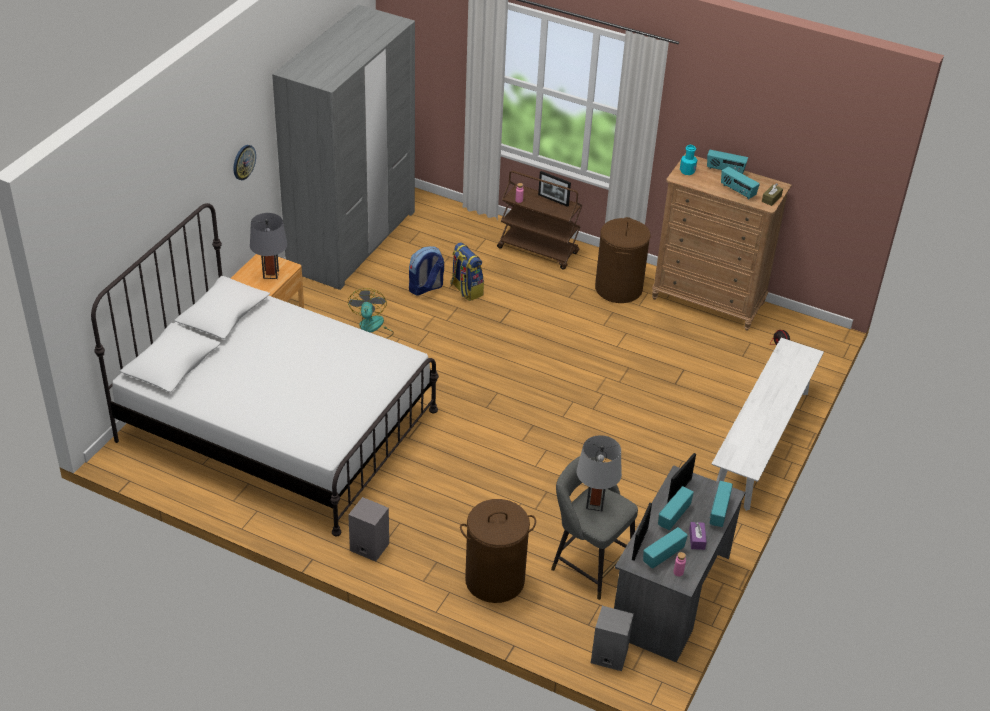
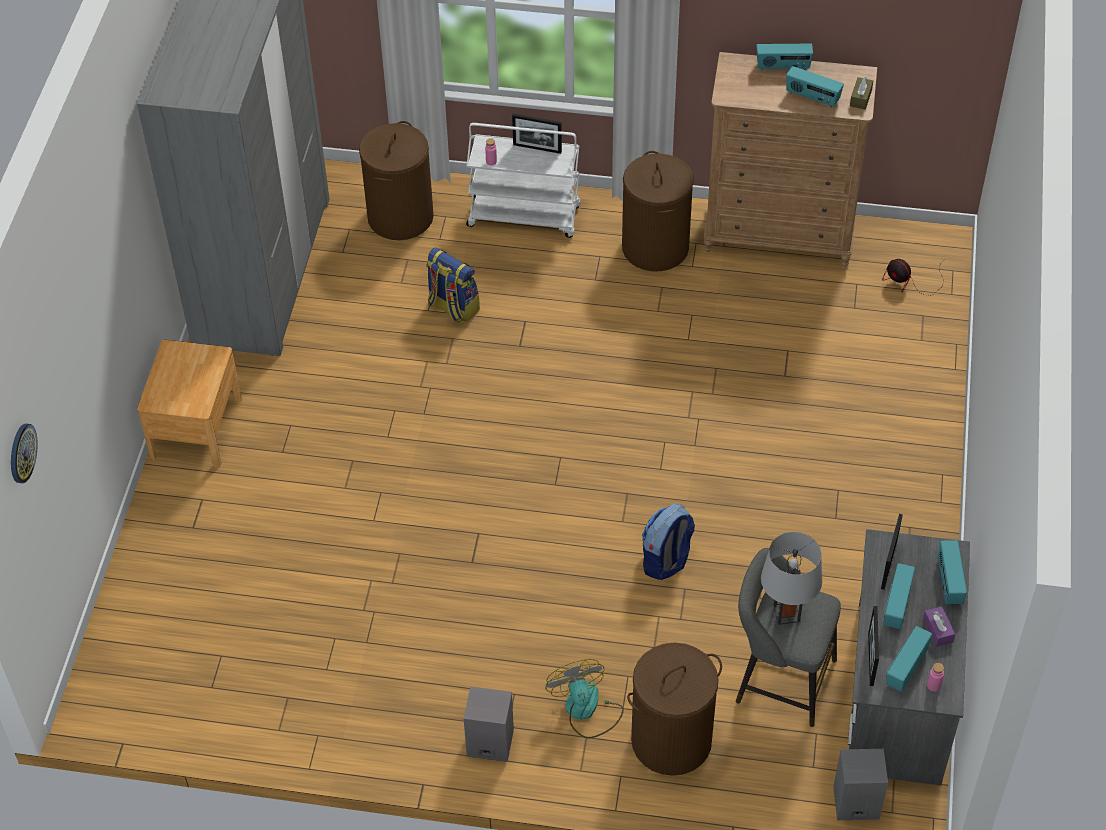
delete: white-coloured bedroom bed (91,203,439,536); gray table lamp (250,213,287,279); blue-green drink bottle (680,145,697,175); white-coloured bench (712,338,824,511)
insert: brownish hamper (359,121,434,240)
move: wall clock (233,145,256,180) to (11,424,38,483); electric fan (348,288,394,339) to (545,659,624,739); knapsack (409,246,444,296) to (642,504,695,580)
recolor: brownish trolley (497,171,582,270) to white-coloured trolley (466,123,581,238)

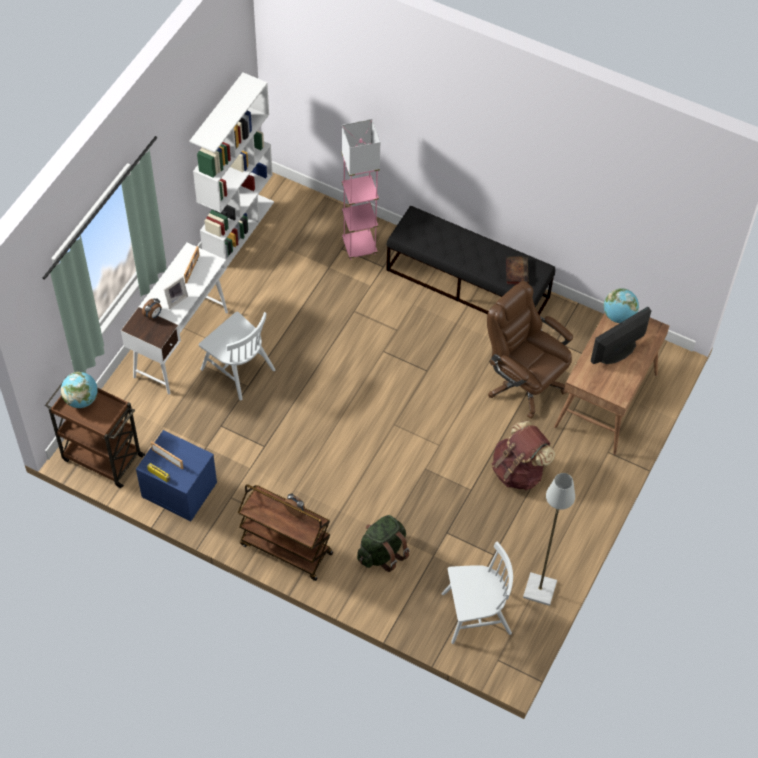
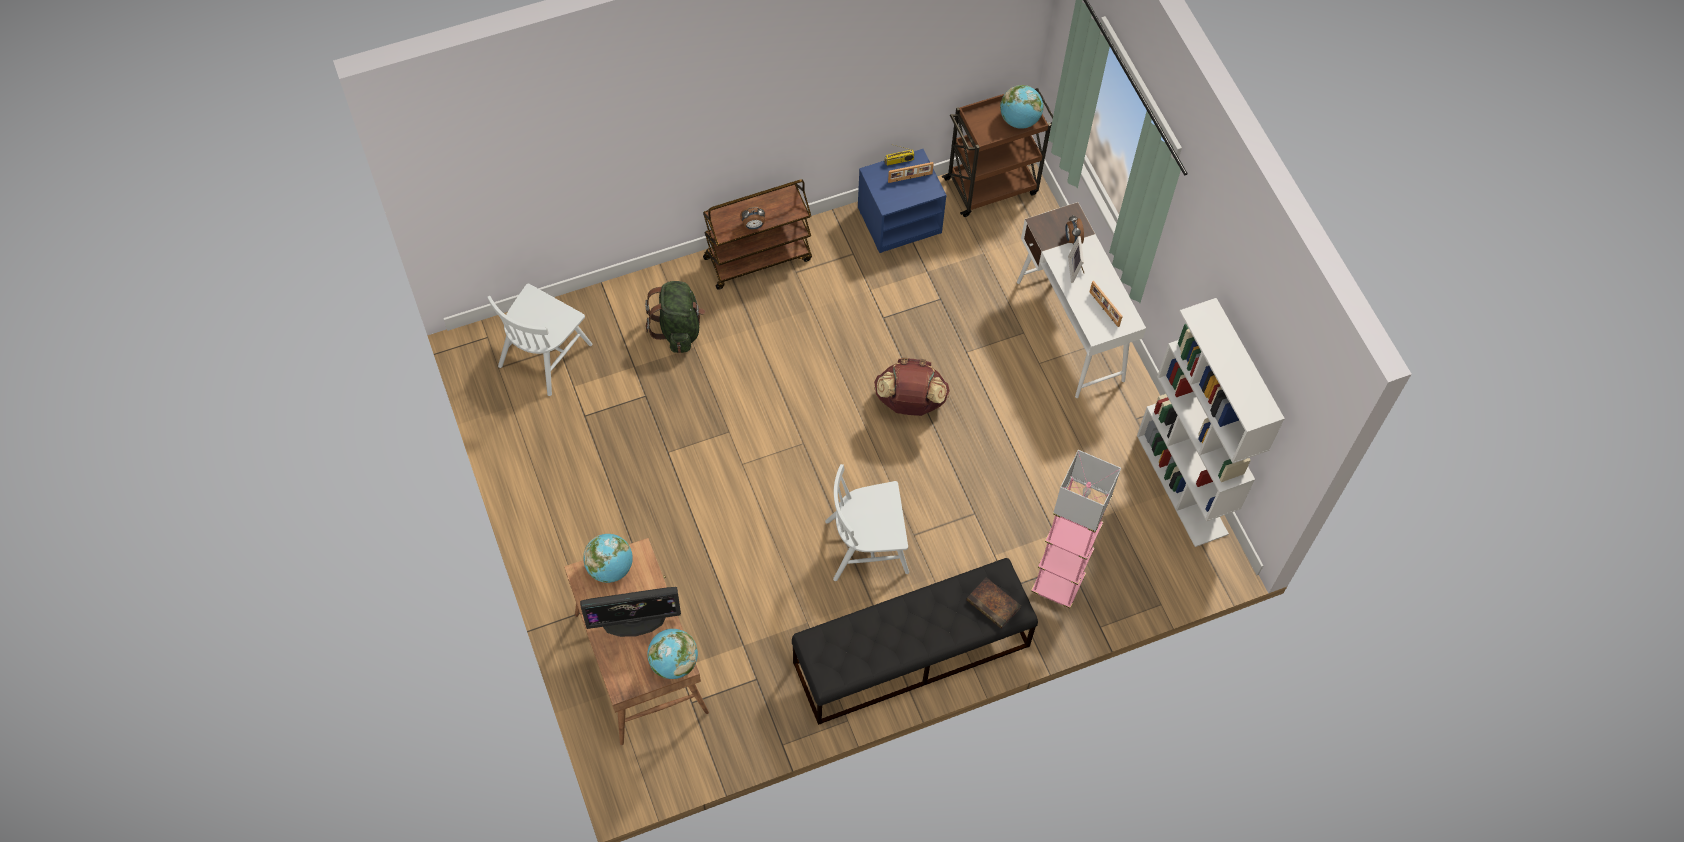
delete: brownish computer chair (487,281,573,419); gray standard lamp (523,473,575,606)
insert: desk globe (583,534,633,583)
move: white-coloured plain chair (199,311,275,401) to (825,464,909,581); brownish knapsack (492,421,555,490) to (874,358,950,416); volume (506,256,529,284) to (966,577,1021,629)
rotate: computer display (591,307,651,364) = (580,587,681,637) 75 degrees clockwise

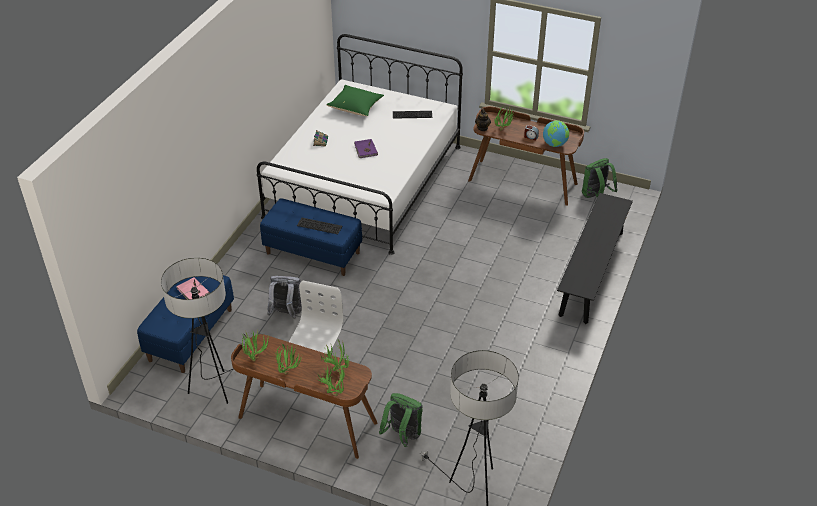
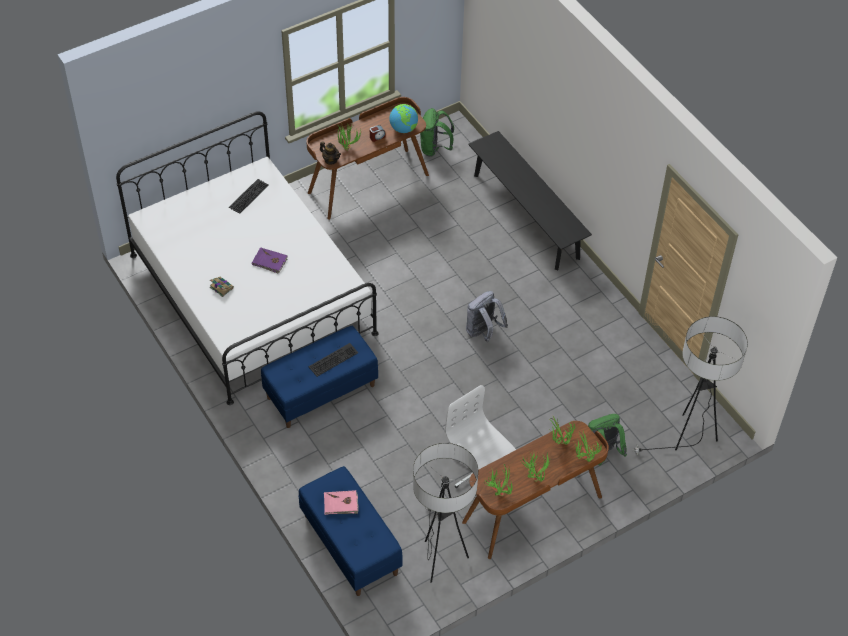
delete: green pillow (326,85,384,116)
move: gray knapsack (267,276,302,319) to (466,291,508,342)

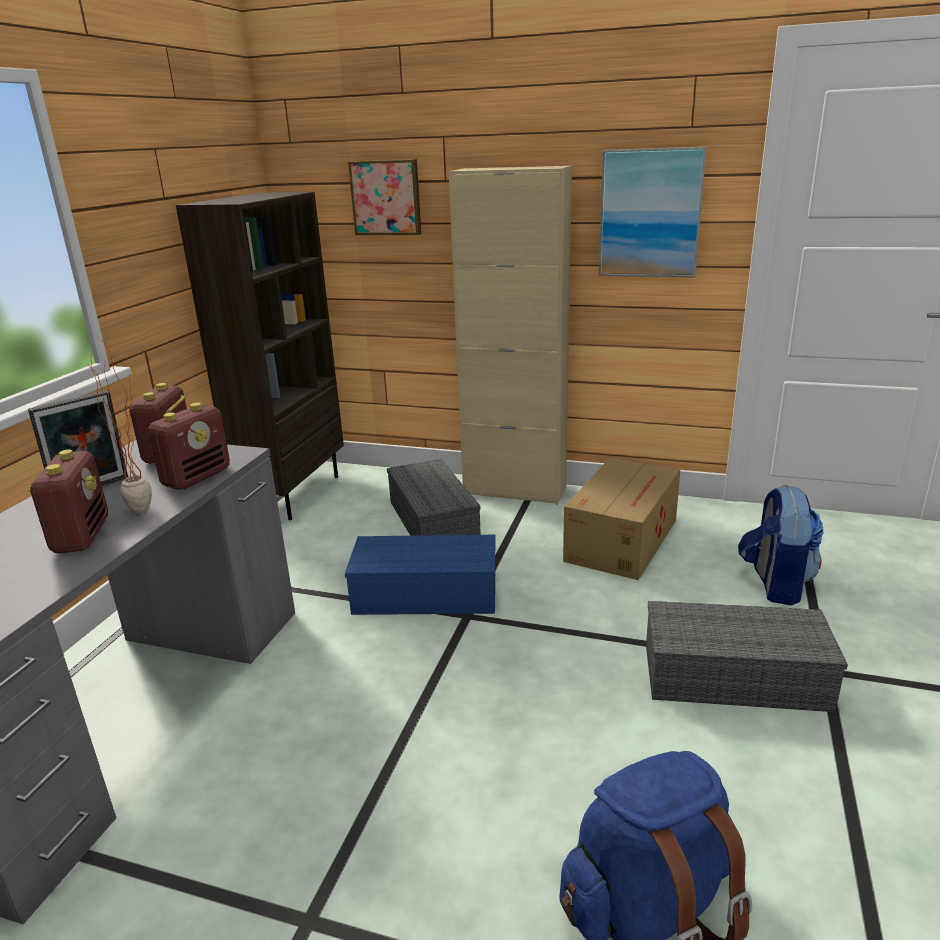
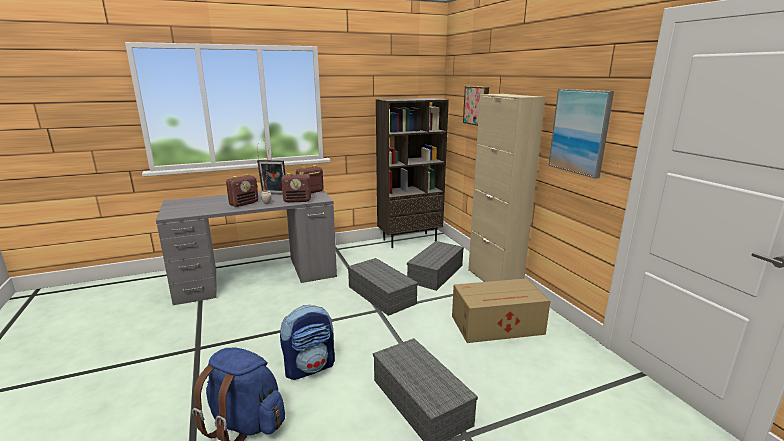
move: knapsack (738,484,823,605) to (280,305,335,380)
recolor: bluish storage bin (345,535,496,615) to gray storage bin (348,258,418,316)

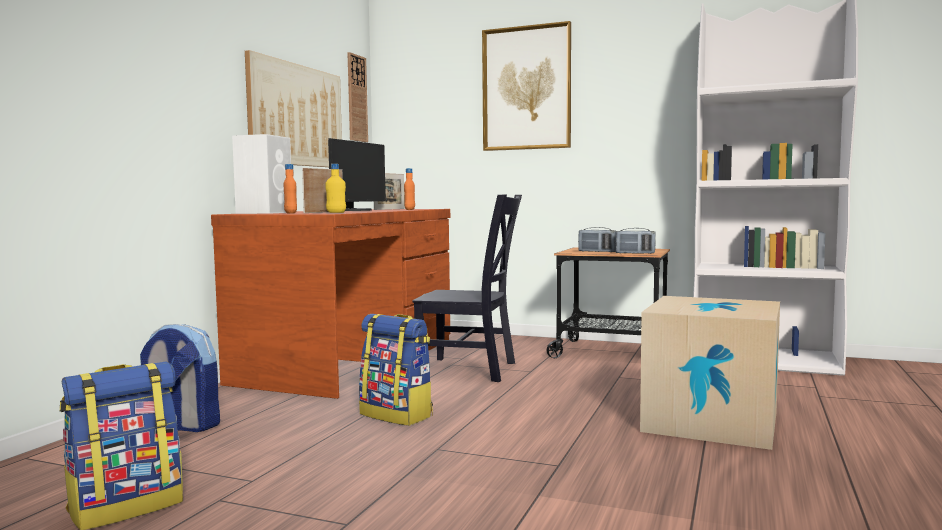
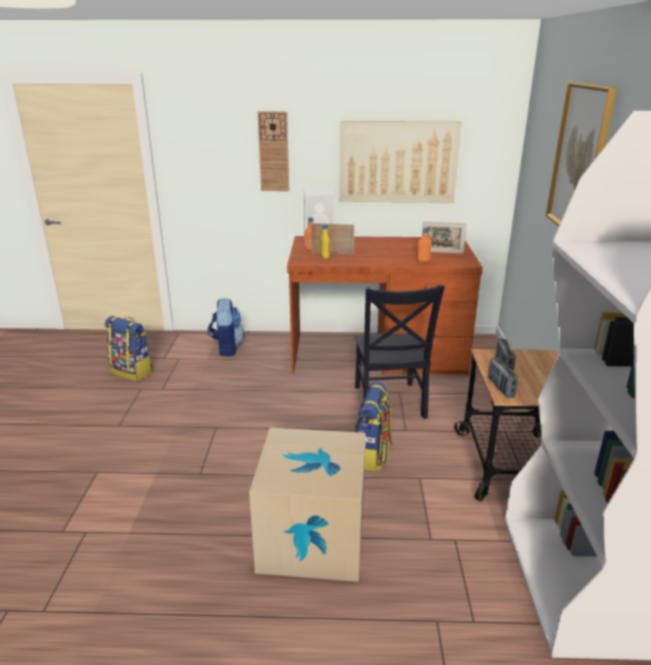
delete: computer display (328,138,386,211)
move: wall clock (347,52,368,142) to (258,111,289,191); knapsack (359,314,433,426) to (354,382,392,472)

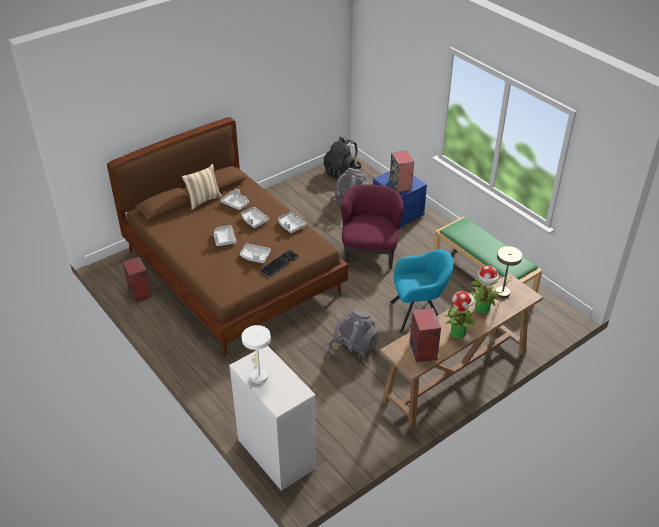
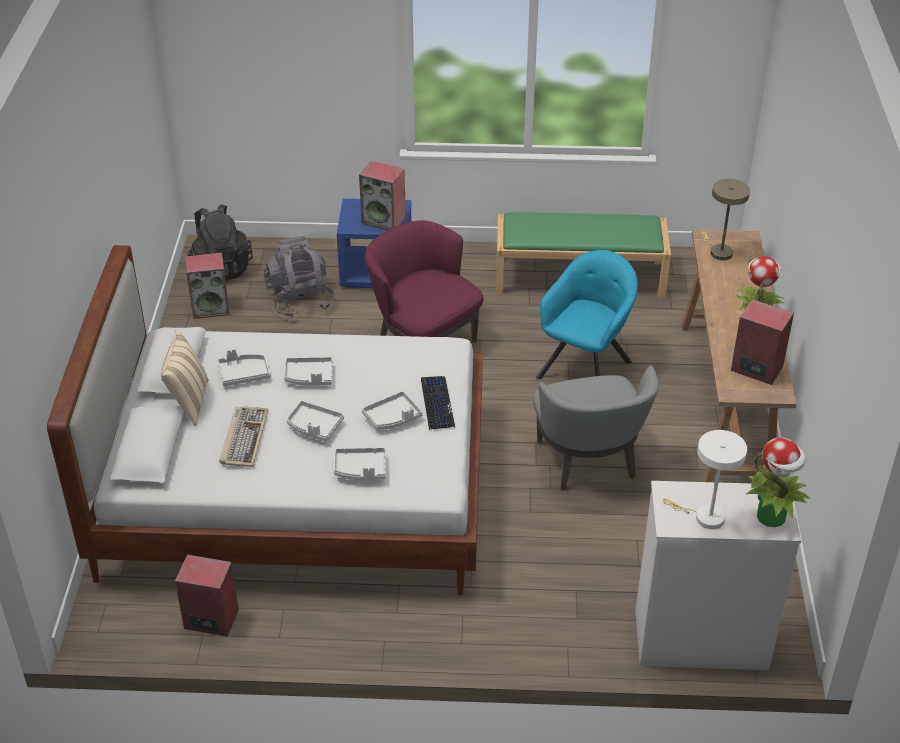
insert: audio speaker (185,253,230,319); PC keyboard (219,406,268,467)
move: gray tray (278,212,306,233) to (334,447,386,480); plant in a pot (470,265,501,313) to (746,437,811,527)
replace: gray knapsack (328,309,378,367) to gray lounge chair (533,365,659,490)
recolor: brownish bedroom bed (107,117,348,356) to white-coloured bedroom bed (47,245,483,595)

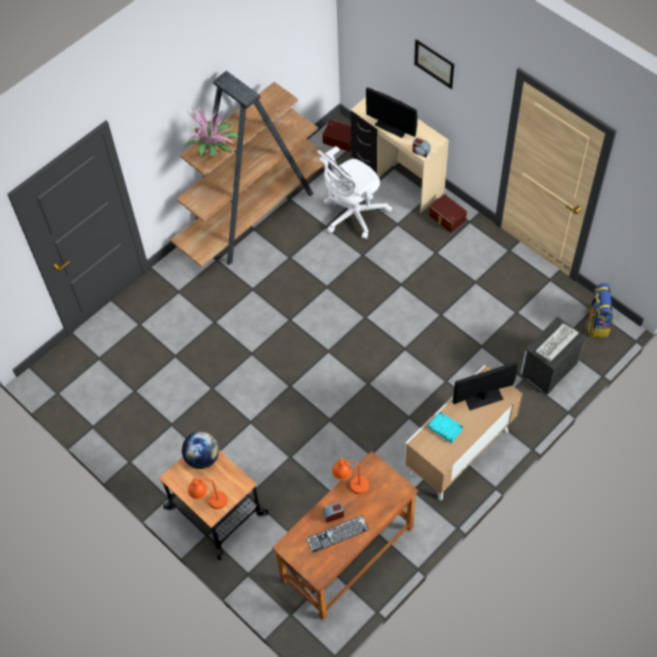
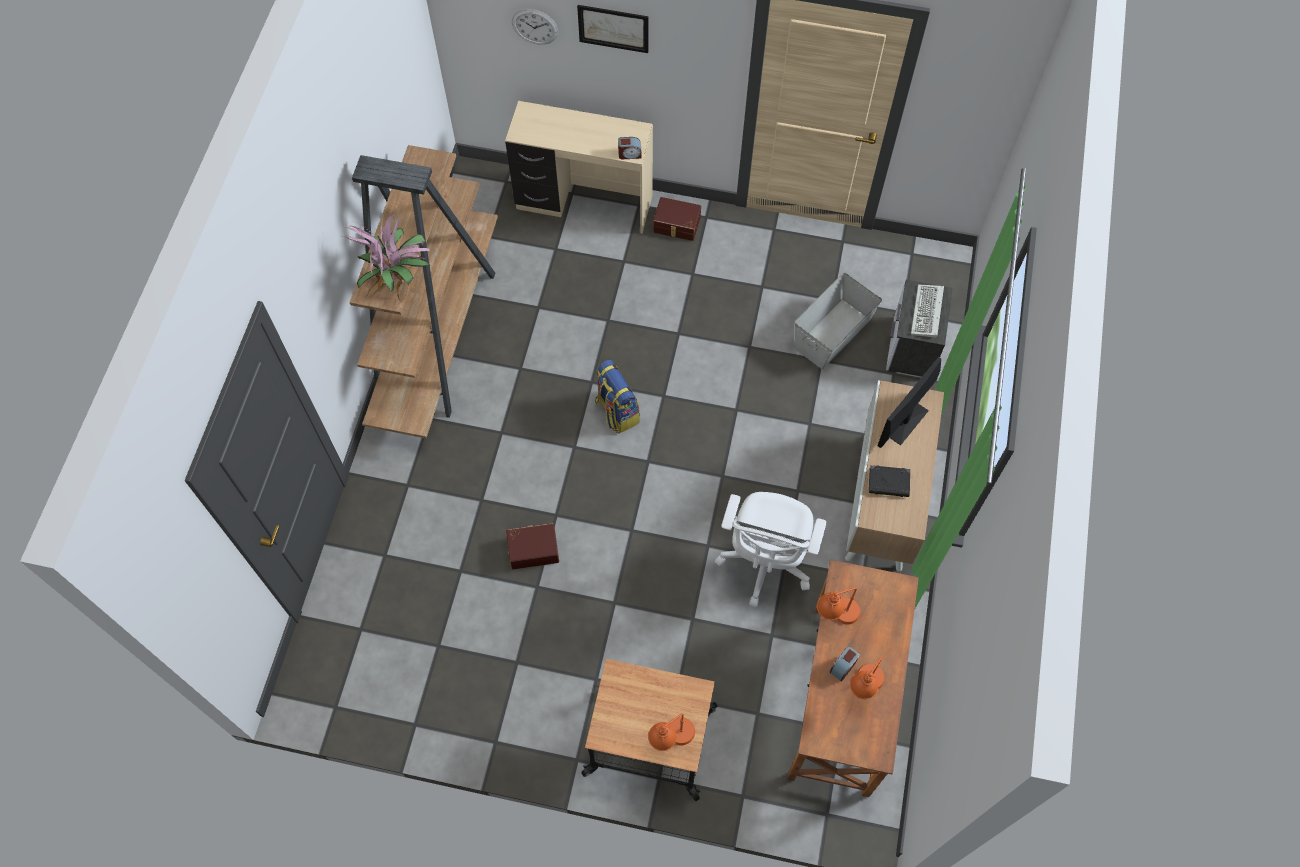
delete: desk globe (182,431,219,469); computer display (366,87,418,138)
insert: wall clock (512,9,558,45); gray storage bin (794,272,882,369)
move: brownish storage bin (322,119,351,152) to (506,523,559,569); knapsack (585,283,613,337) to (595,360,640,434); white-coloured computer chair (317,146,392,239) to (715,492,827,607)
replace: PC keyboard (306,515,369,553) to orangey table lamp (850,657,885,699)
recolor: blue-green volume (428,412,463,443) to black volume (869,465,910,497)

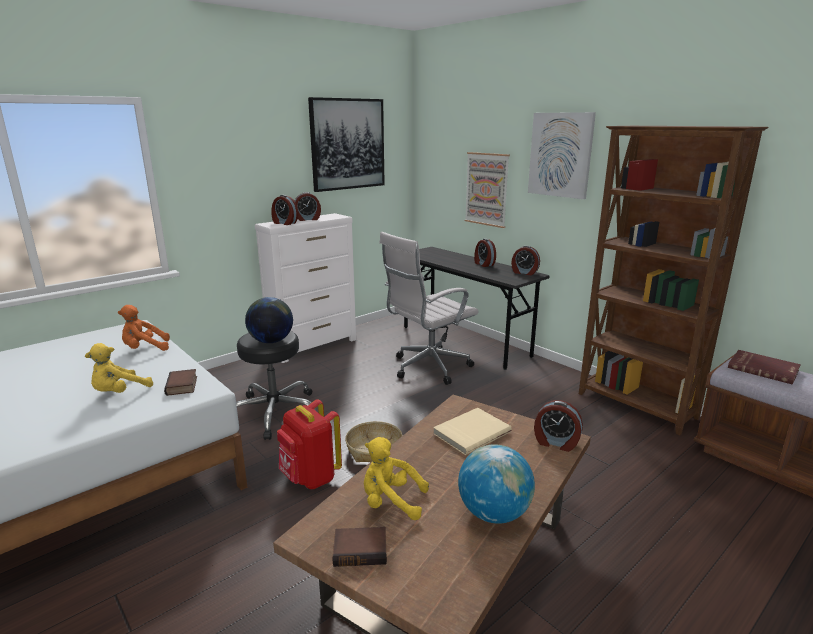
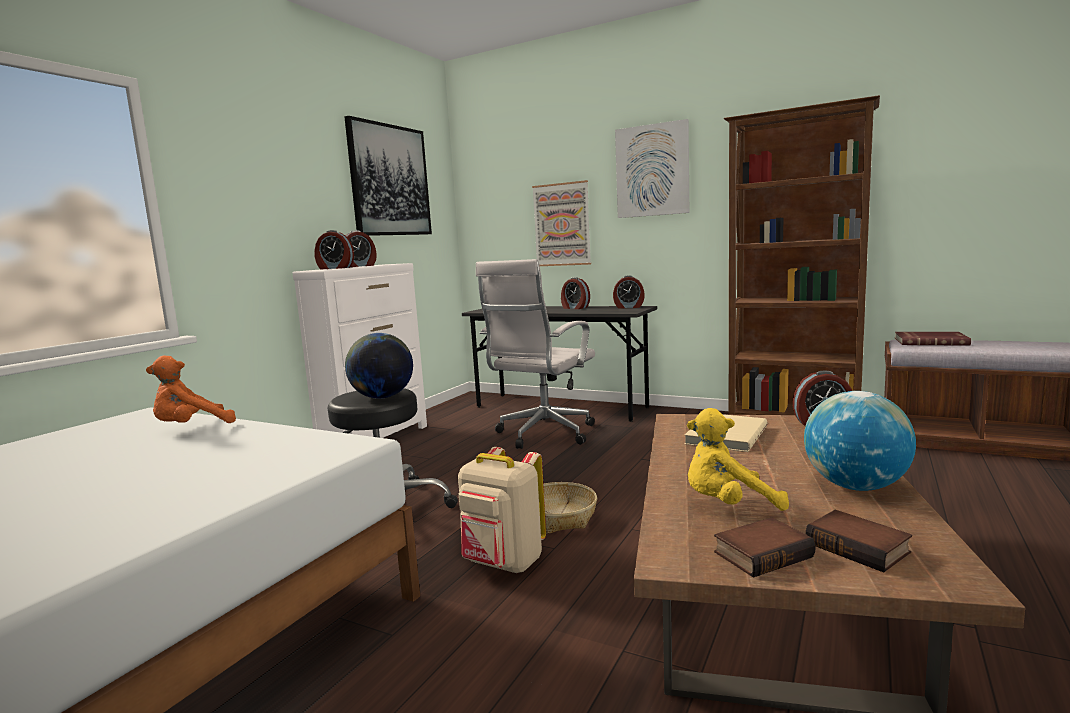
delete: yellow cuddly toy (85,343,153,393)
move: volume (164,369,197,396) to (806,510,912,573)
recolor: reddish knapsack (277,399,342,489) to beige-coloured knapsack (458,447,546,573)

